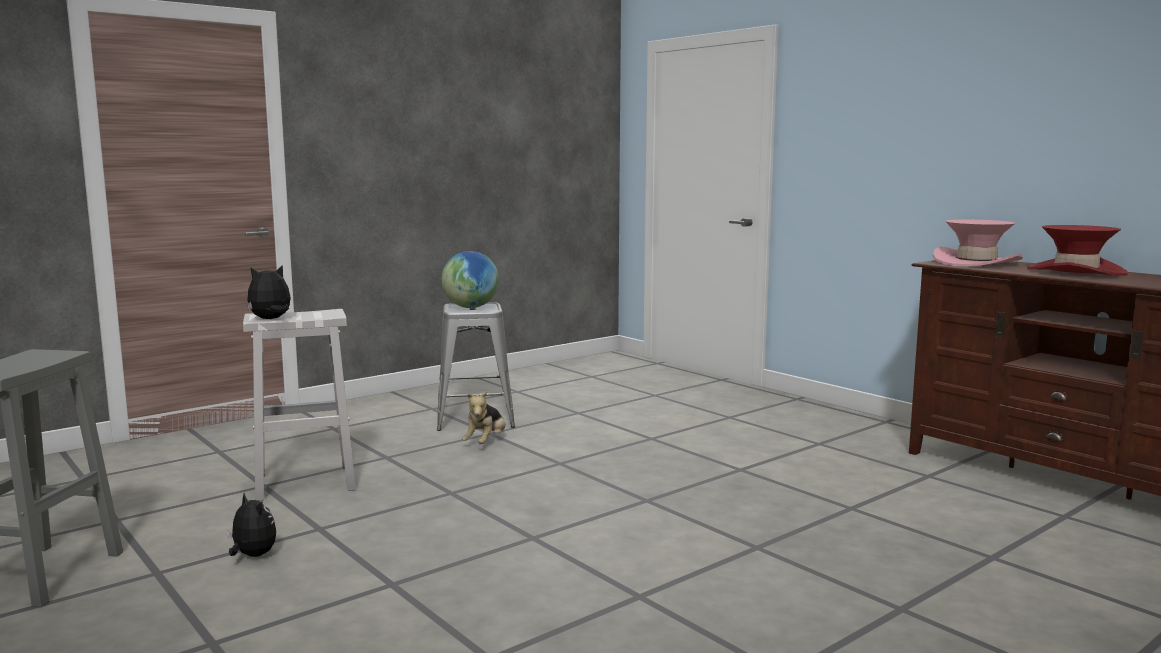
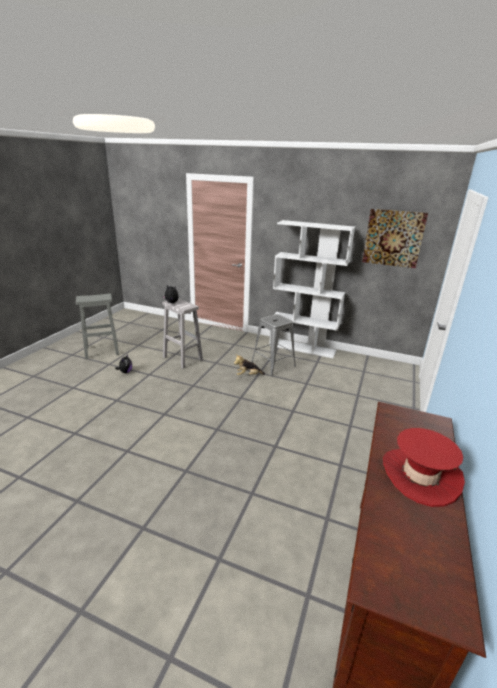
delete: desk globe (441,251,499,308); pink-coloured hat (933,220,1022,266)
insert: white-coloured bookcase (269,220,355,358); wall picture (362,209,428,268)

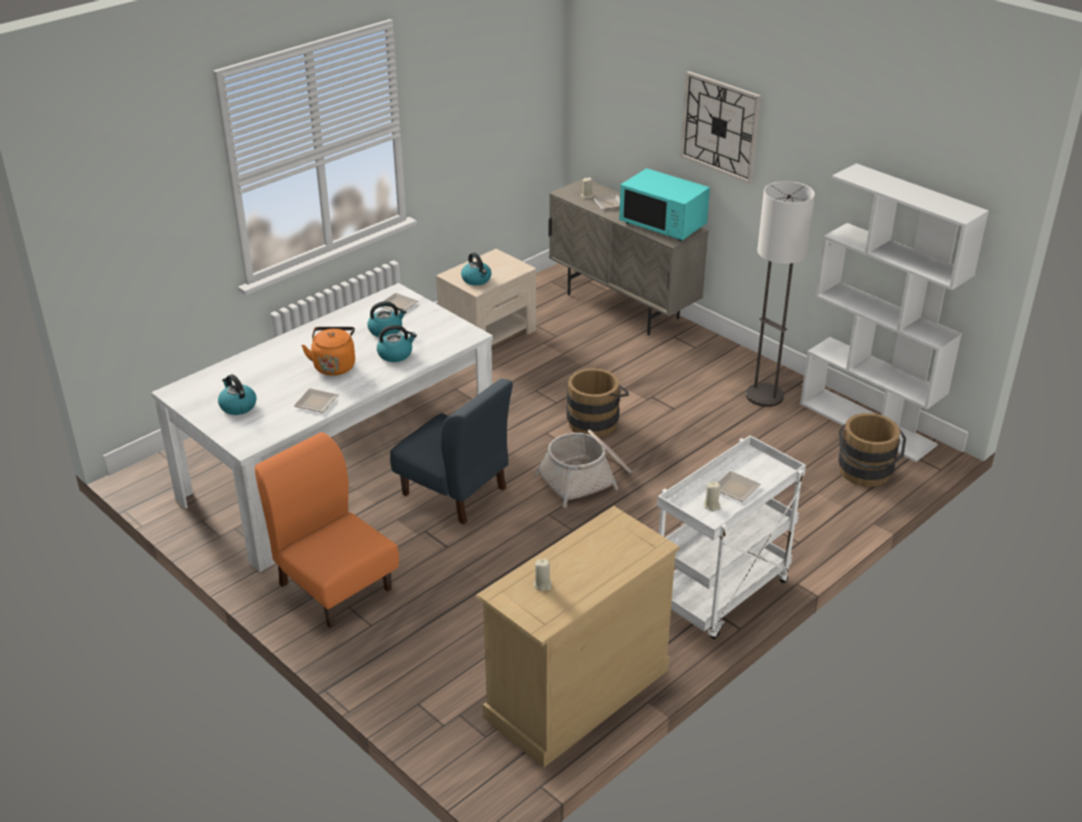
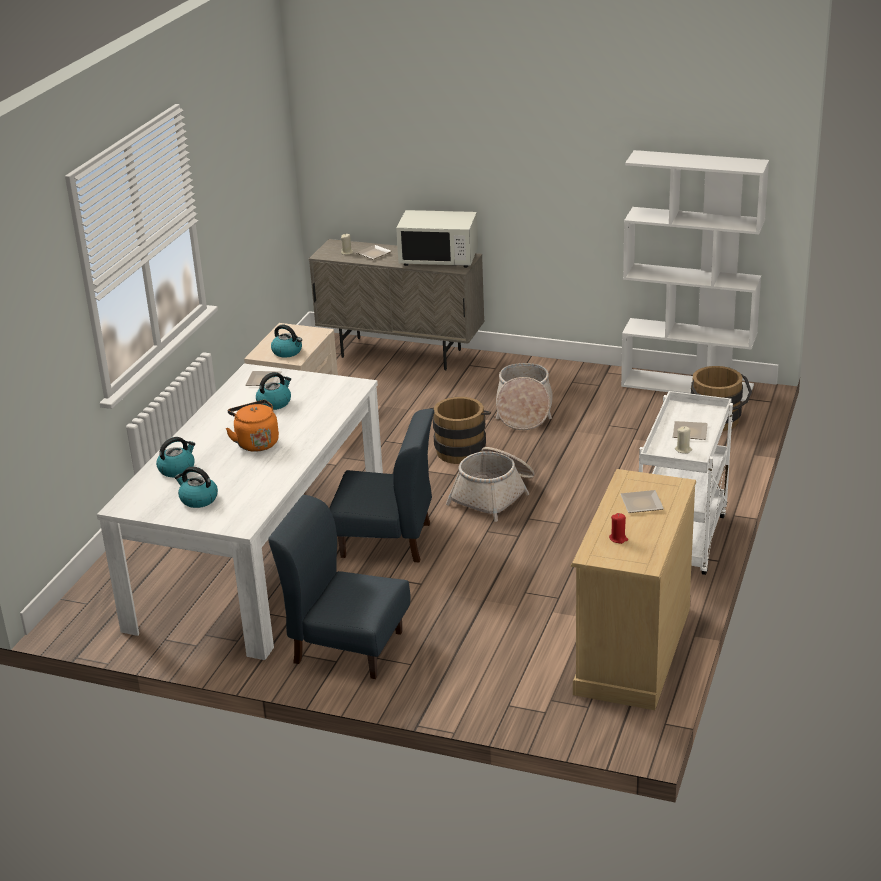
delete: wall clock (680,71,761,184); standard lamp (746,181,815,407)
insert: storage basket (496,363,553,430)
move: kettle (377,325,417,362) to (156,437,195,477); flat dish (294,388,338,413) to (621,490,664,513)
recolor: orangey plain chair (255,432,399,628) to bluish plain chair (268,495,411,679); blue-green kitchen microwave (619,168,710,241) to white-coloured kitchen microwave (396,210,478,268); beige-coloured candle (534,559,552,591) to reddish candle (609,513,628,544)

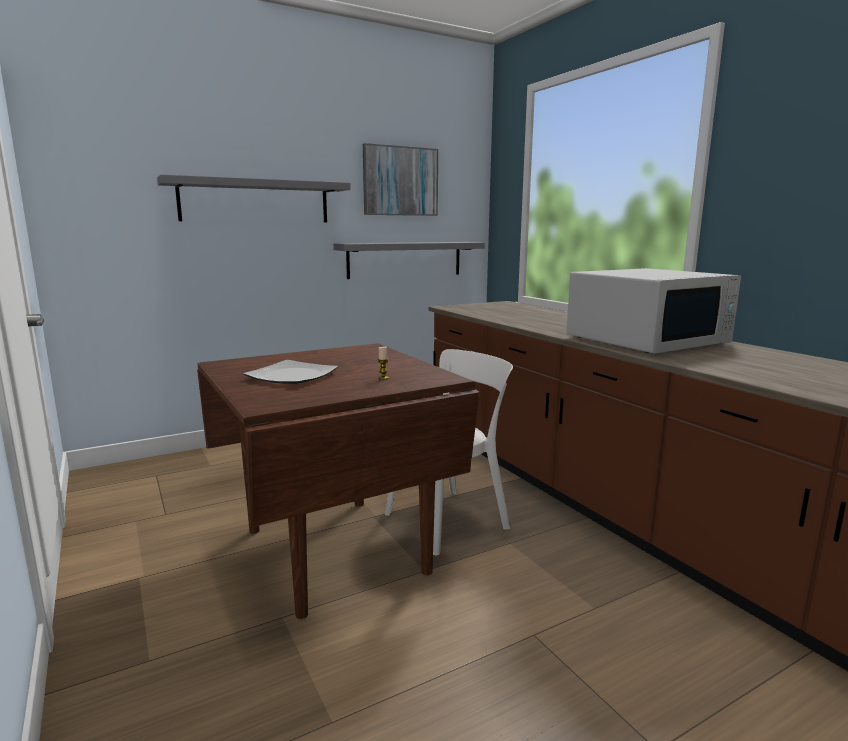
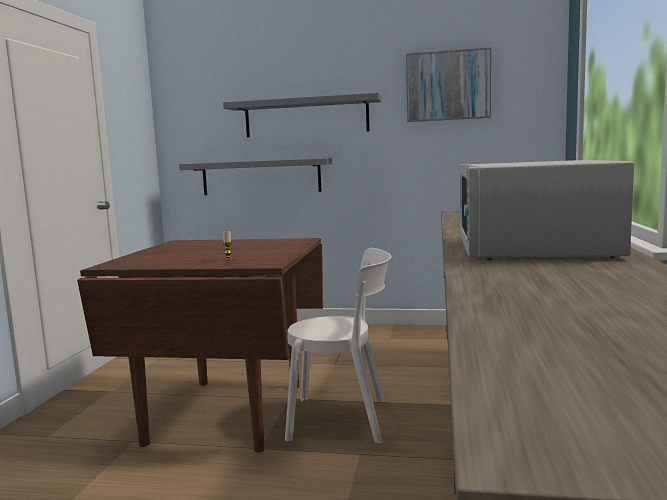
delete: flat dish (244,360,338,384)
move: gray bracket shelf (333,242,485,279) to (179,158,332,195)
rotate: white-coloured kitchen microwave (566,268,741,354) = (460,160,634,260) 90 degrees clockwise

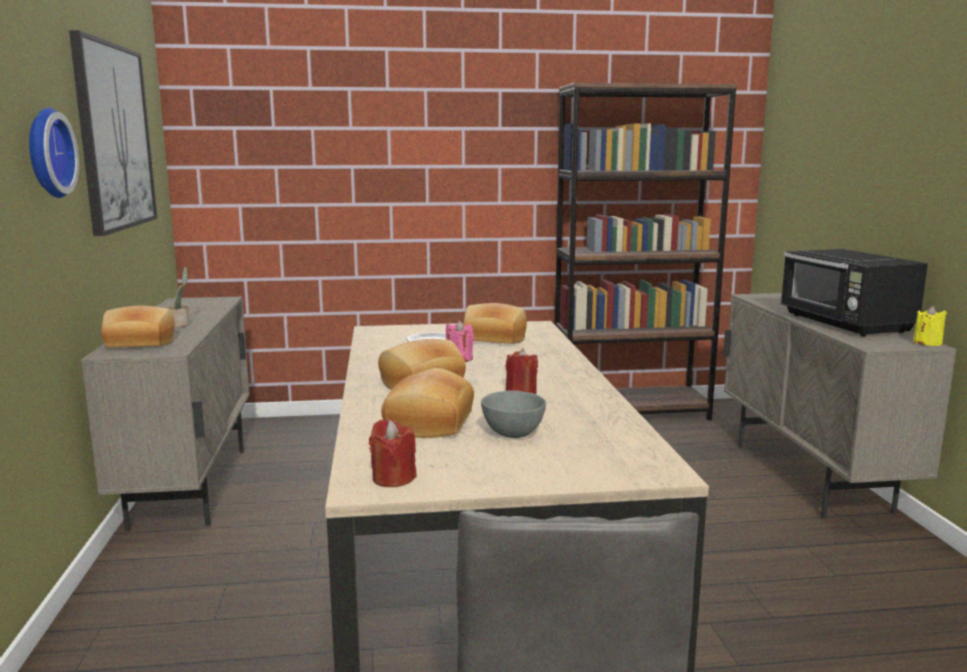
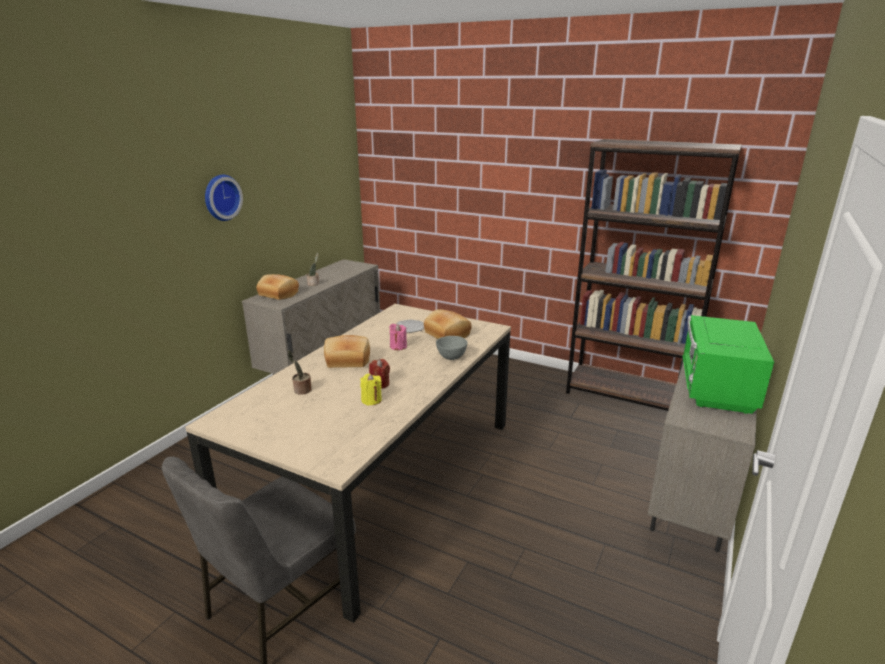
delete: wall picture (69,30,157,236); reddish candle (369,419,417,487)
move: yellow candle (913,306,947,346) to (360,374,382,405); gray deep dish (481,390,546,438) to (436,336,468,360)
replace: baked bread (381,368,474,438) to plant in a pot (288,350,312,395)
recolor: black kitchen microwave (780,249,928,336) to green kitchen microwave (683,315,774,414)

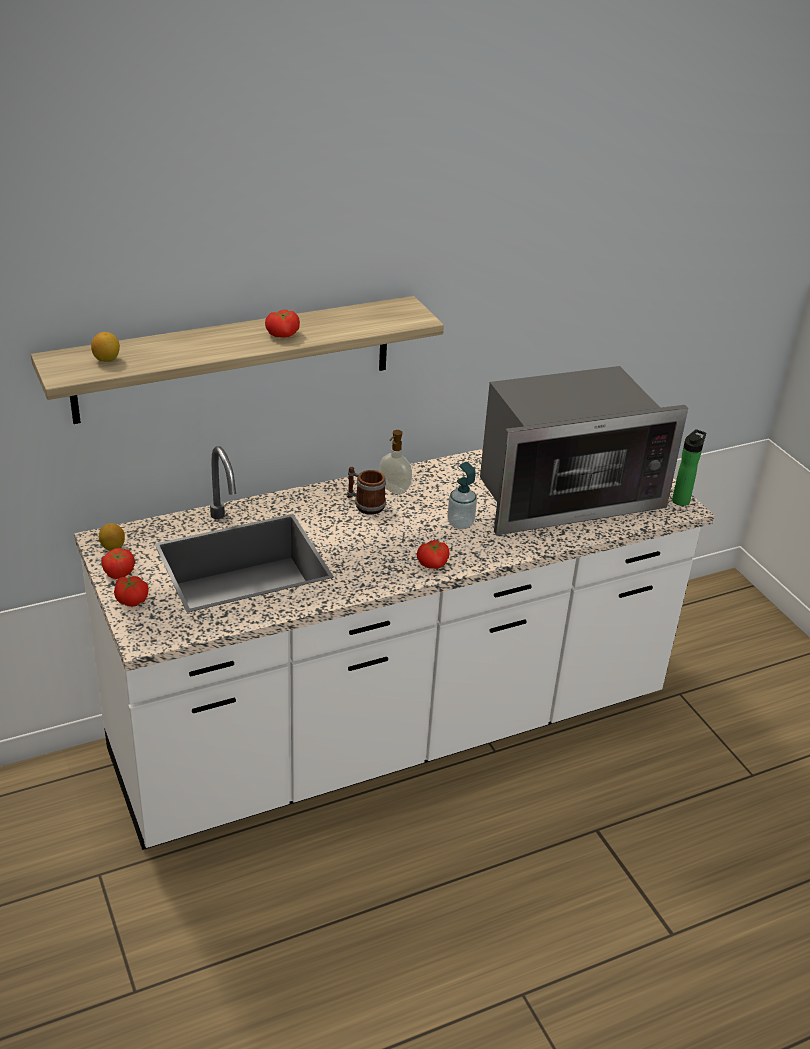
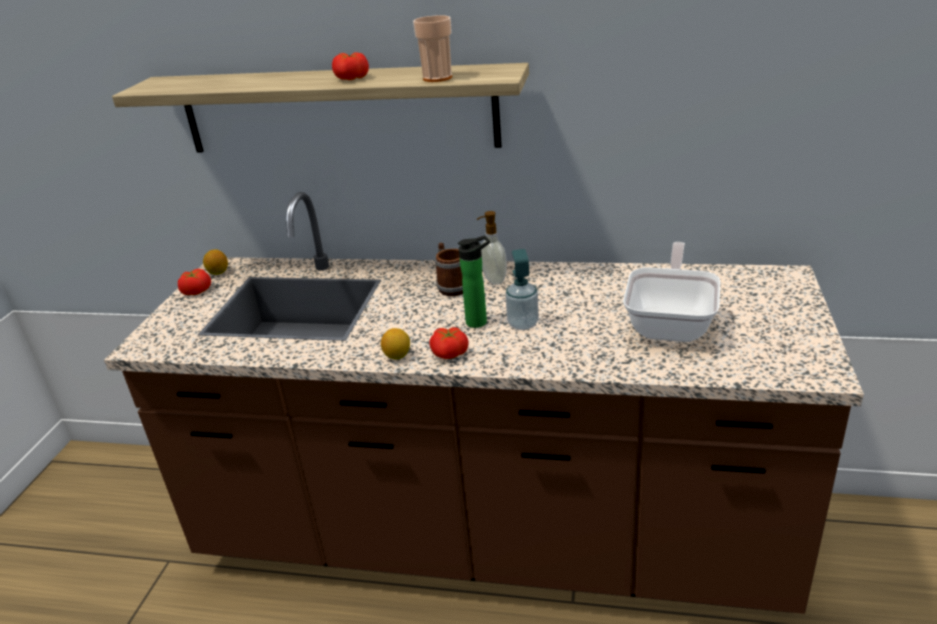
delete: tomato (114,576,149,607)
insert: small cup (413,15,452,82)
move: citrus fruit (91,332,120,362) to (381,328,410,360); drink bottle (672,429,706,506) to (458,236,490,328)
replace: kitchen microwave (480,366,688,535) to skillet (623,242,720,342)
recolor: white-coloured counter (74,446,715,850) to brownish counter (104,192,864,614)

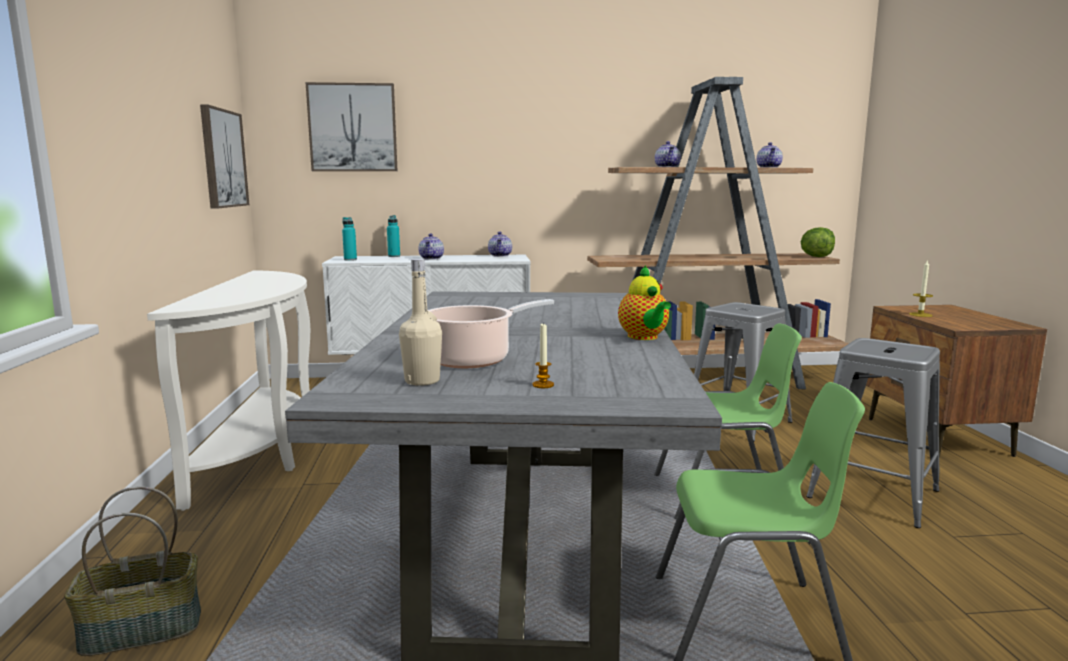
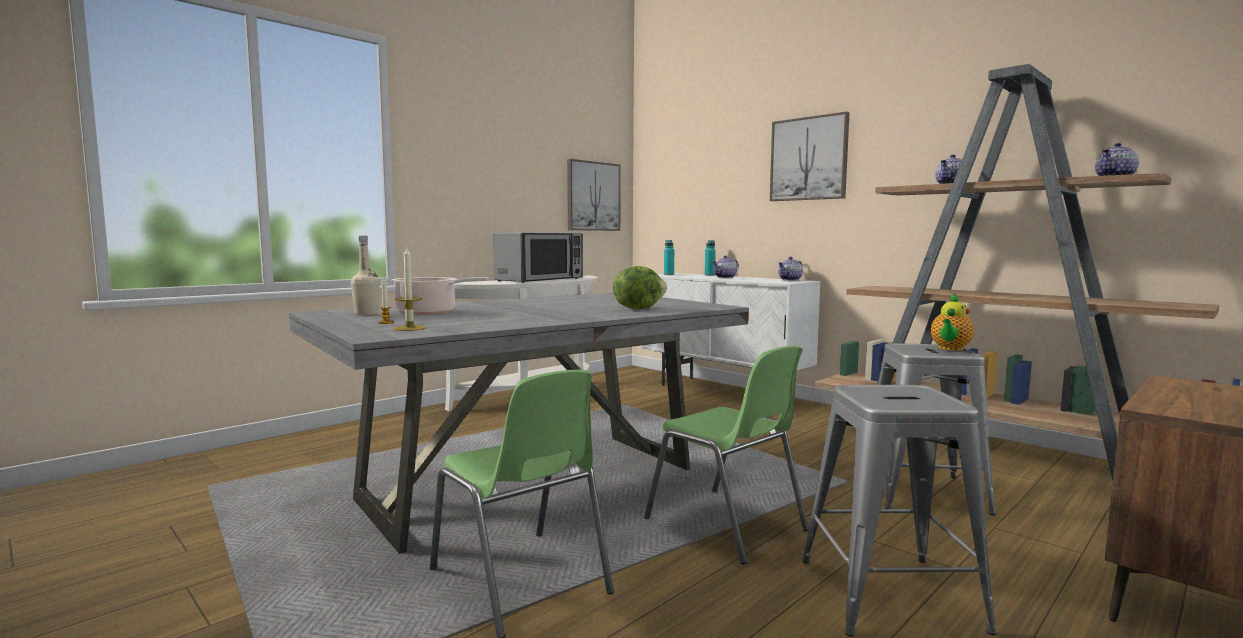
delete: storage basket (64,486,201,656)
insert: kitchen microwave (493,233,583,283)
move: candle (909,259,933,317) to (394,247,426,331); lettuce (801,227,835,257) to (613,266,667,309); wall picture (306,82,398,171) to (770,111,850,201); pot for tea (618,265,671,340) to (931,293,974,351)

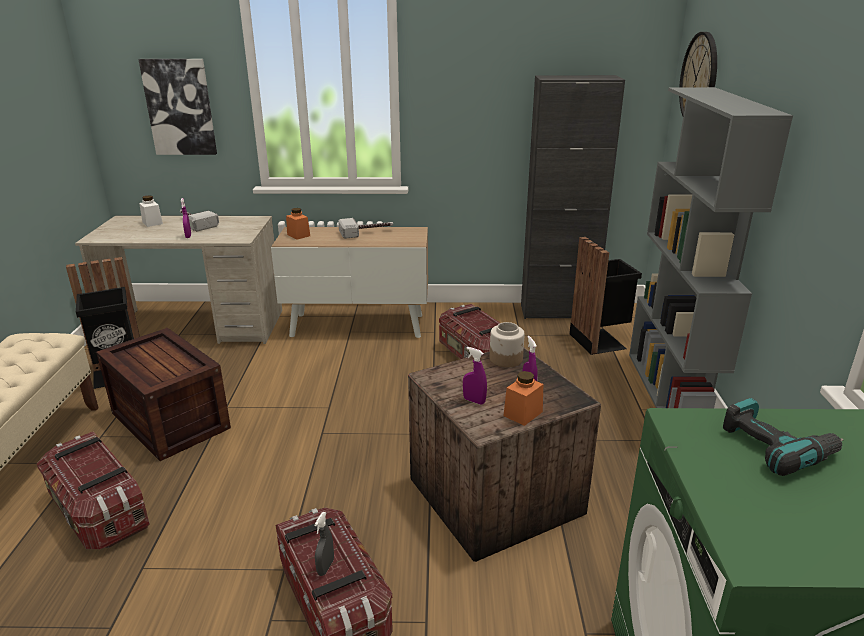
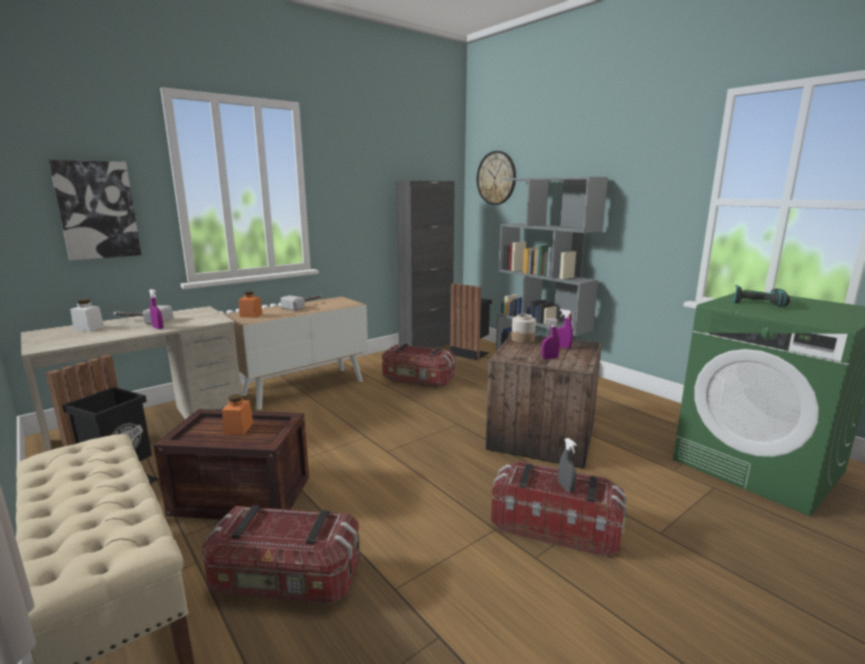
move: orangey storage jar (504,371,543,426) to (222,394,253,435)

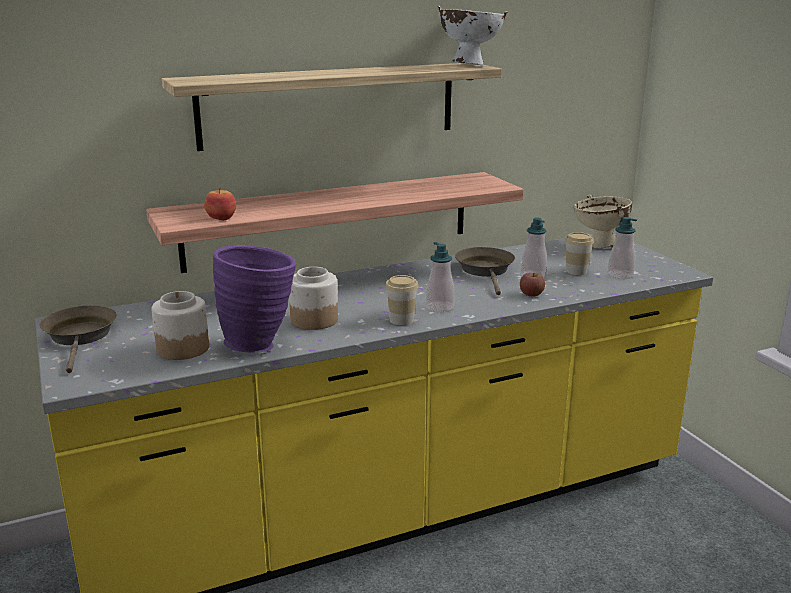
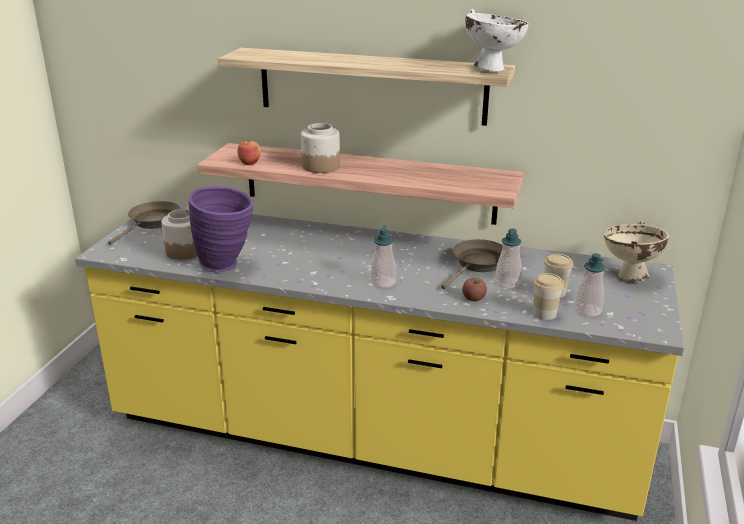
move: storage jar (289,267,338,330) to (301,123,340,173); small cup (385,275,418,325) to (533,273,564,320)

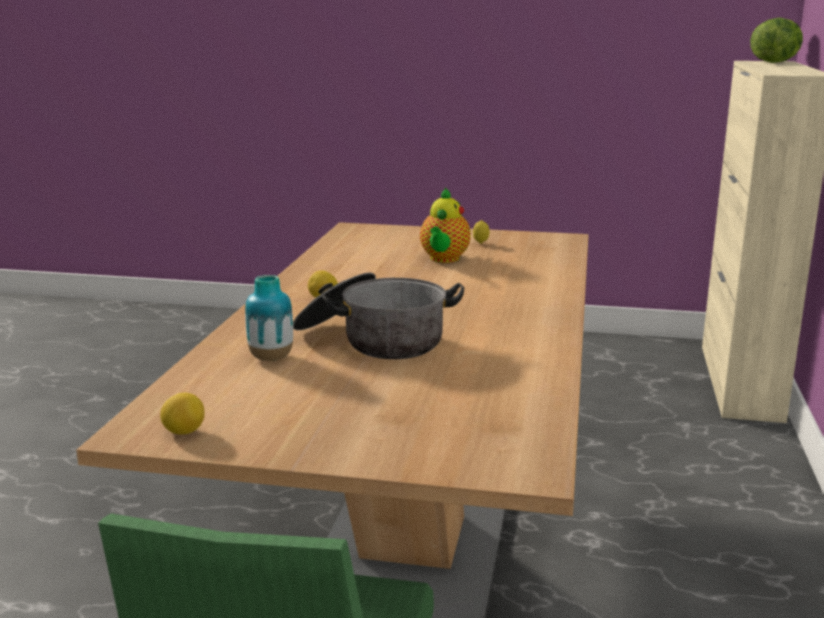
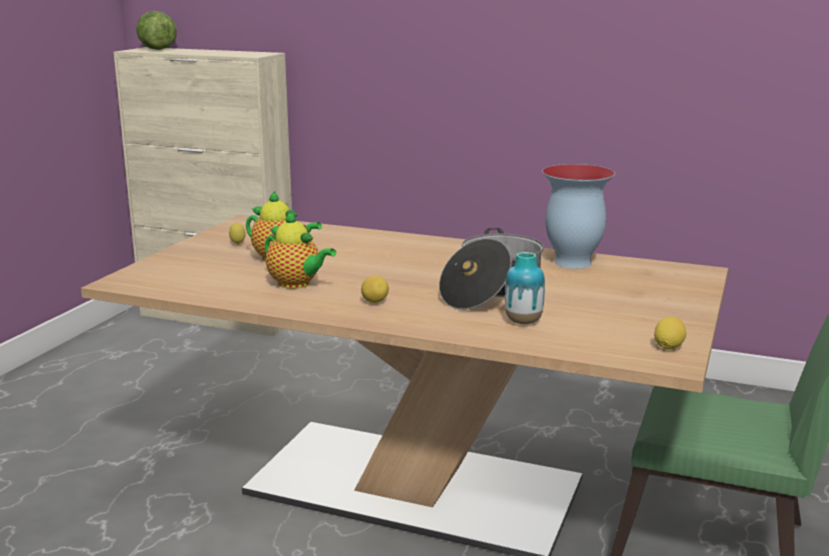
insert: pot for tea (265,211,336,289); decorative vase (542,164,615,269)

